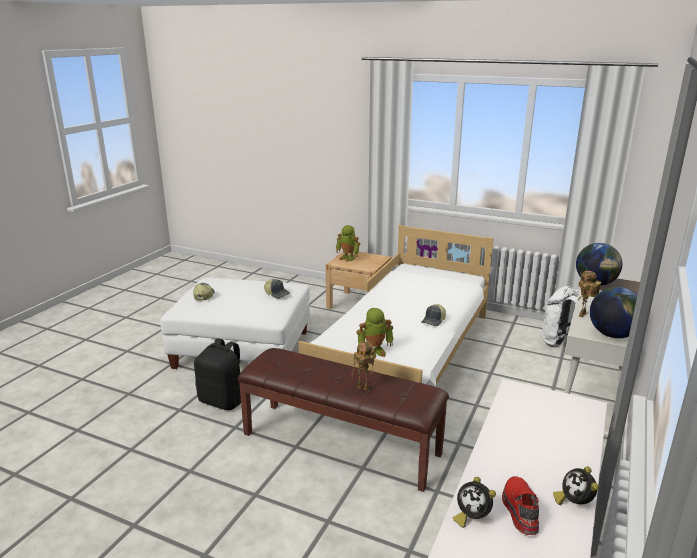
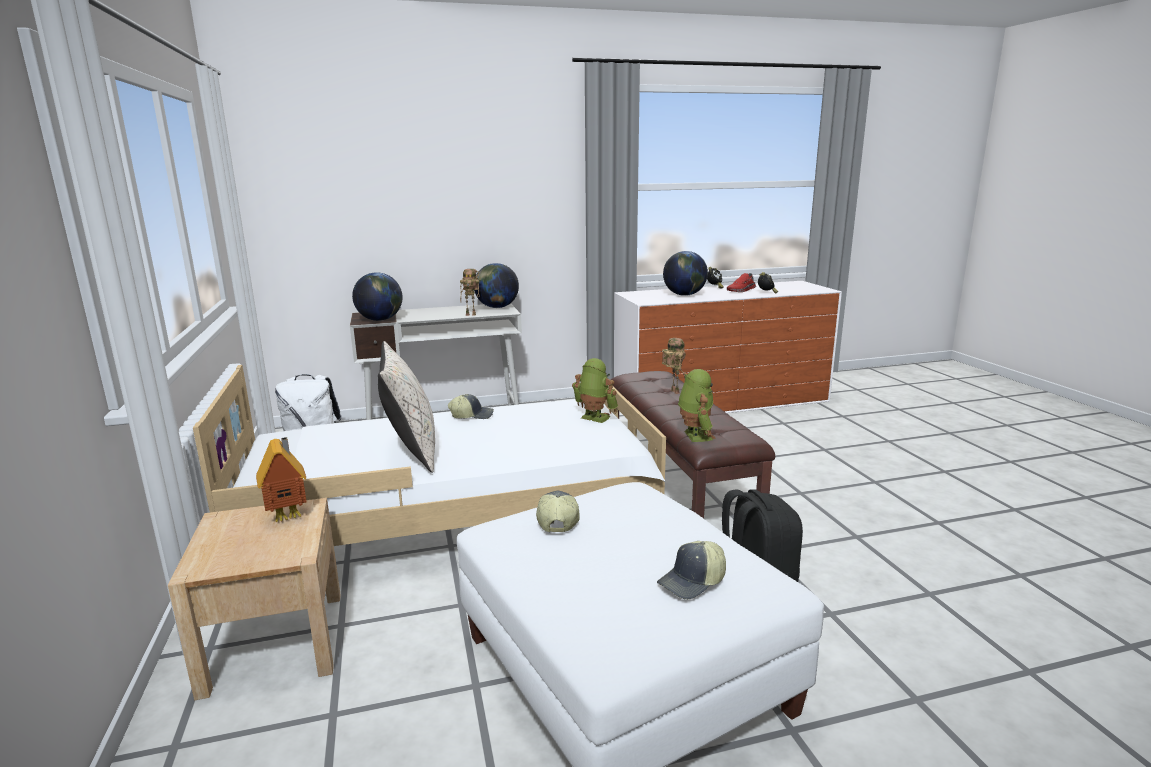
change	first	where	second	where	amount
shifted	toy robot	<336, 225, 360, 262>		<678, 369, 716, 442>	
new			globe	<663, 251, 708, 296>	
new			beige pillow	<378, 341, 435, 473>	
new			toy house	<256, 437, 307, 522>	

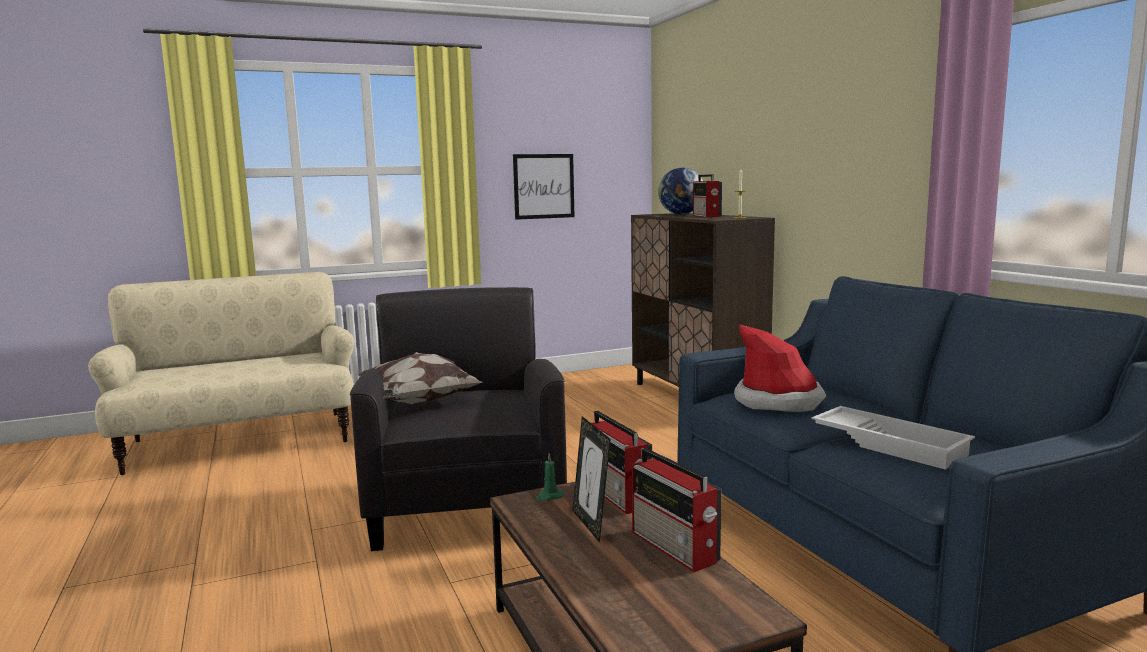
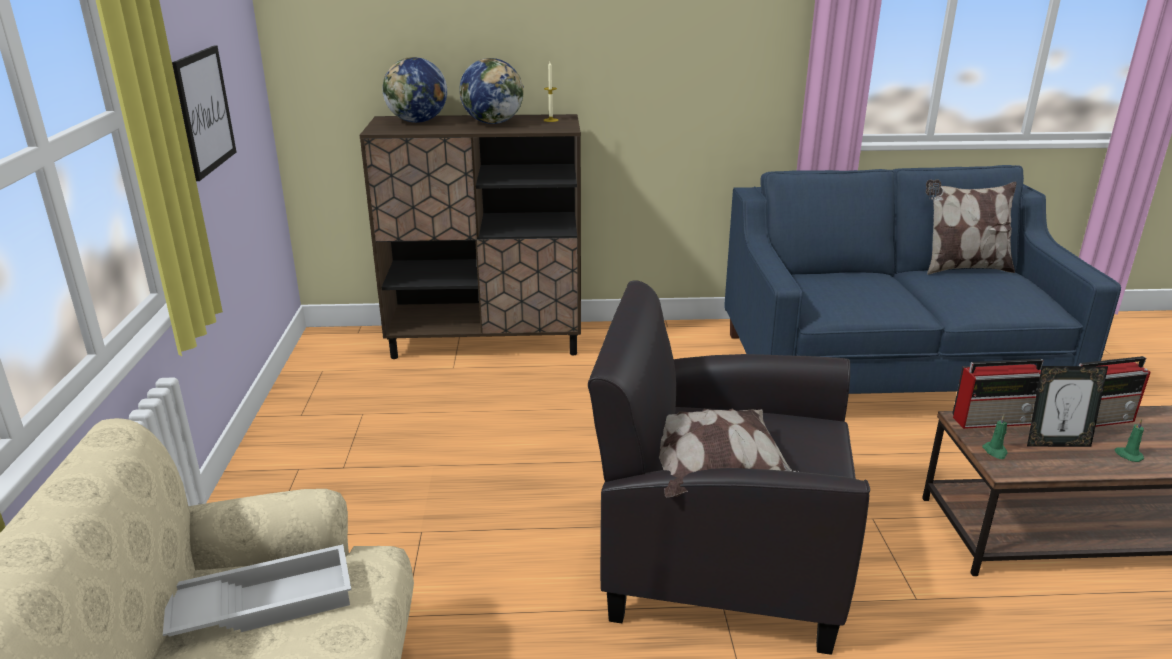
change	first	where	second	where	amount
swapped	radio	<693, 174, 722, 218>	globe	<459, 58, 524, 124>	
gone	hat	<734, 324, 826, 412>			
shifted	white tray	<812, 406, 975, 470>		<163, 544, 352, 637>	
new			pillow	<926, 179, 1017, 275>	
new			green candle	<1115, 419, 1144, 462>	

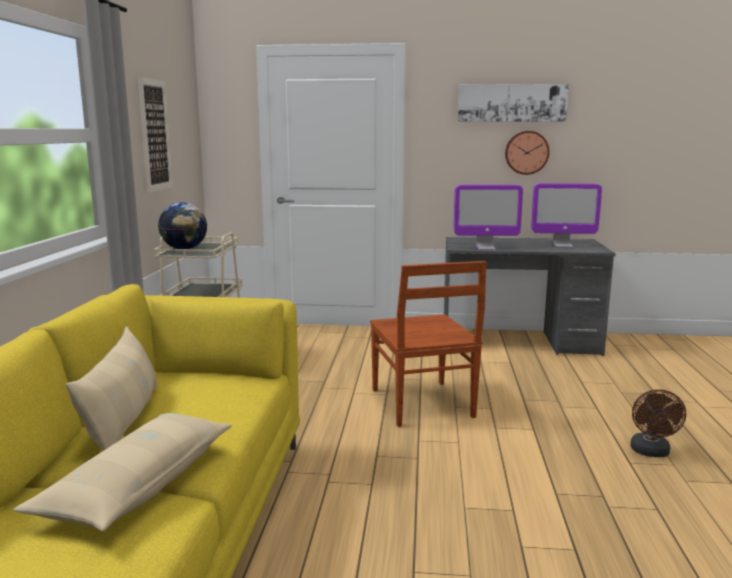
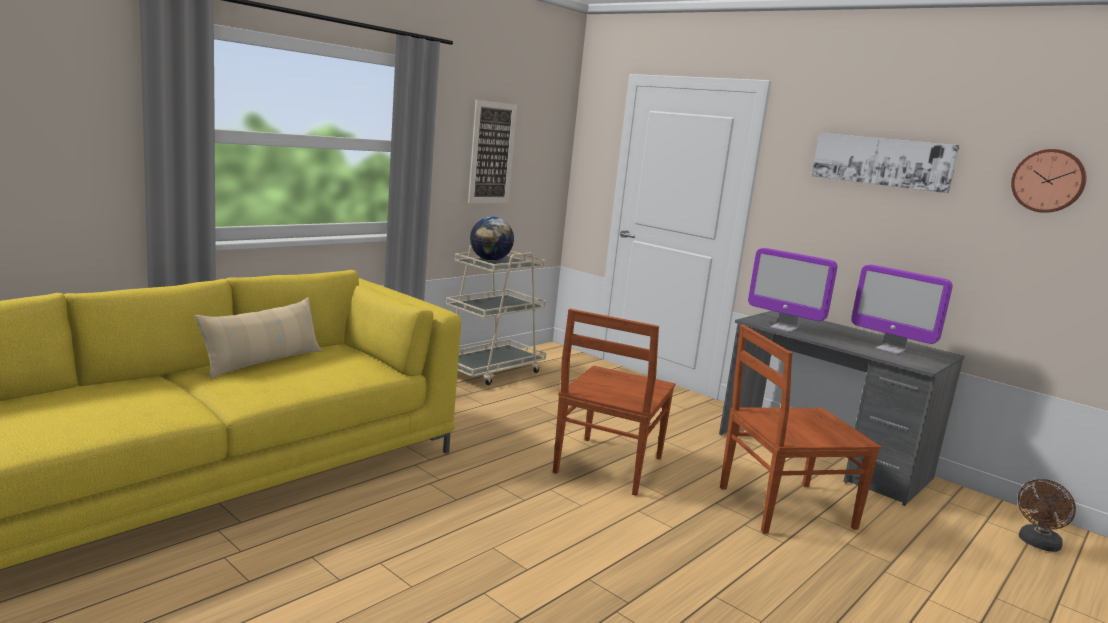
change	first	where	second	where	amount
shifted	wall clock	<505, 131, 550, 175>		<1011, 149, 1086, 213>	
shifted	brown fan	<630, 389, 686, 457>		<1018, 479, 1076, 552>	
gone	beige pillow	<13, 413, 232, 531>			
new			brown chair	<720, 325, 881, 534>	

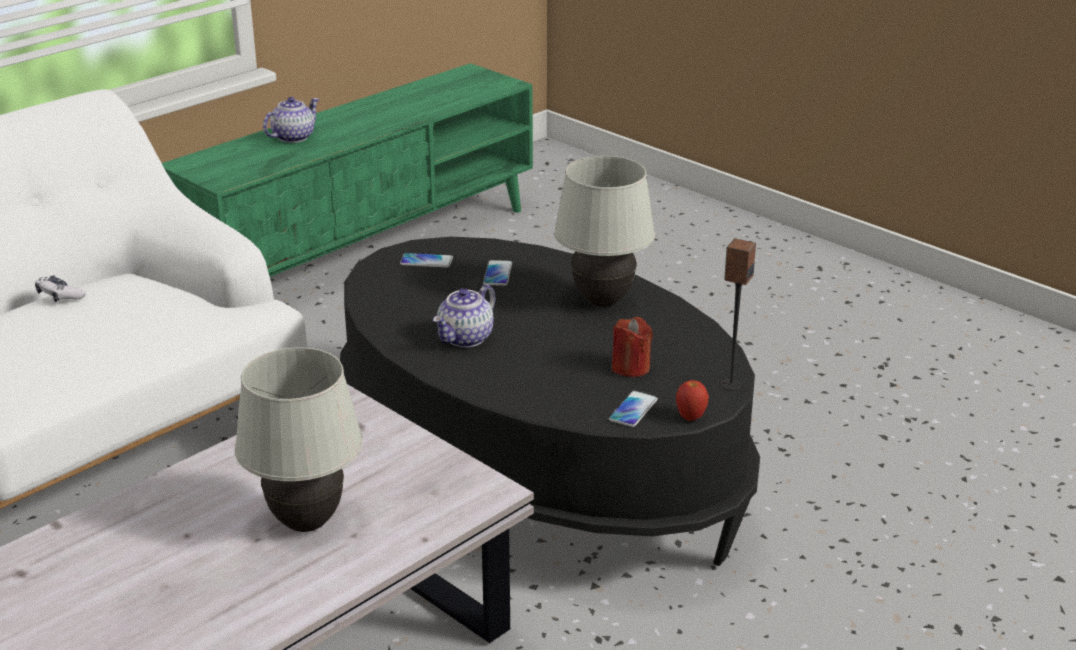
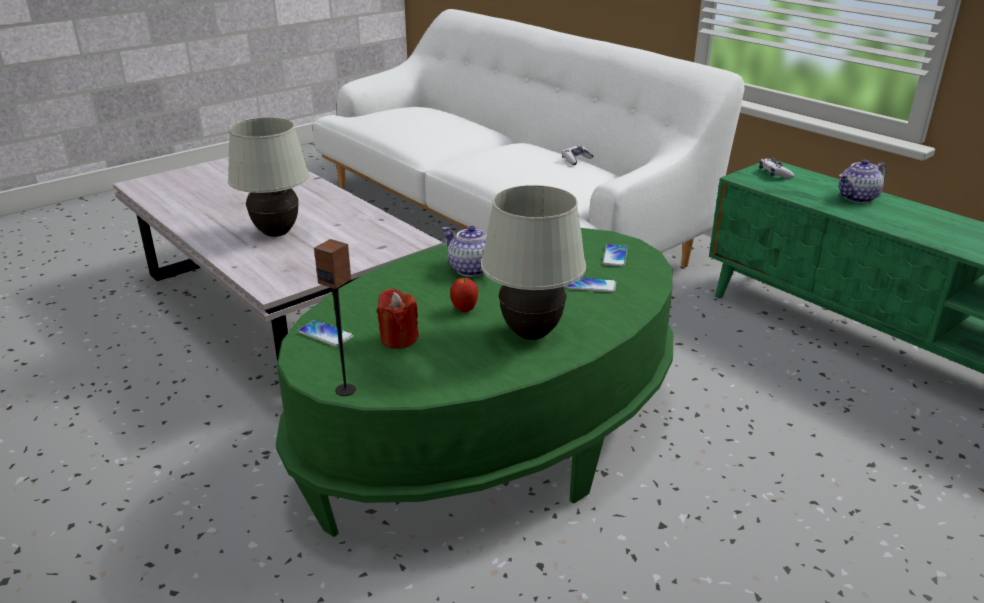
change	first	where	second	where	amount
rotated	teapot	<263, 97, 320, 143>		<839, 159, 887, 203>	105 degrees clockwise
repainted	black coffee table	<340, 237, 760, 566>	green coffee table	<276, 228, 673, 537>	
shifted	apple	<676, 380, 709, 421>		<450, 278, 478, 312>	
new			game controller	<759, 158, 794, 179>	

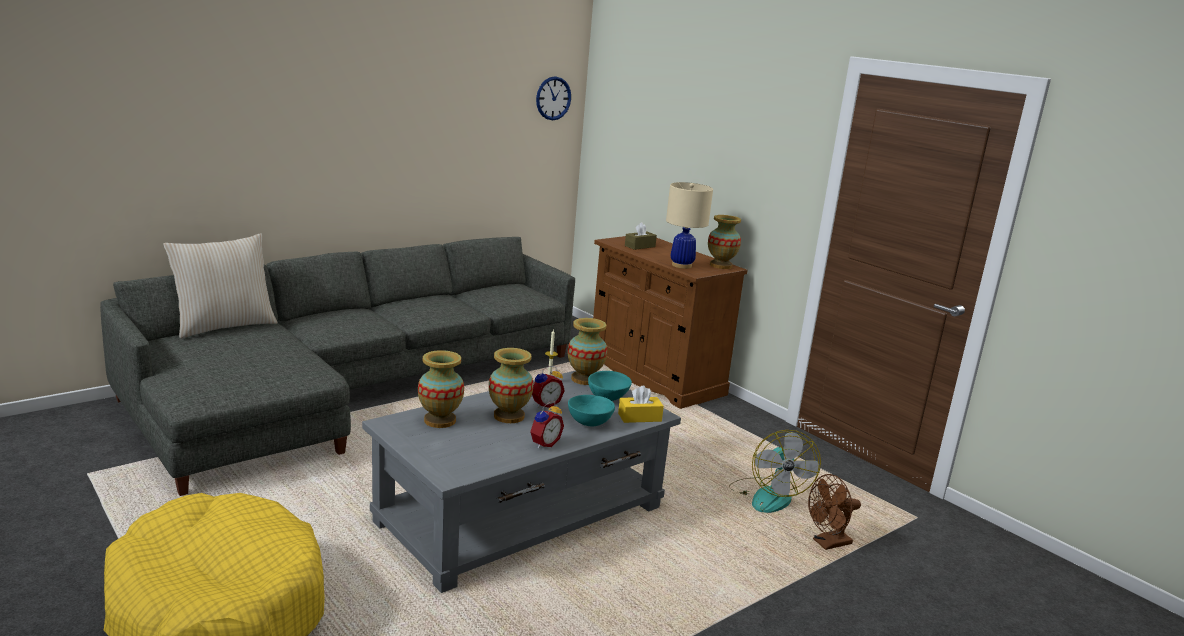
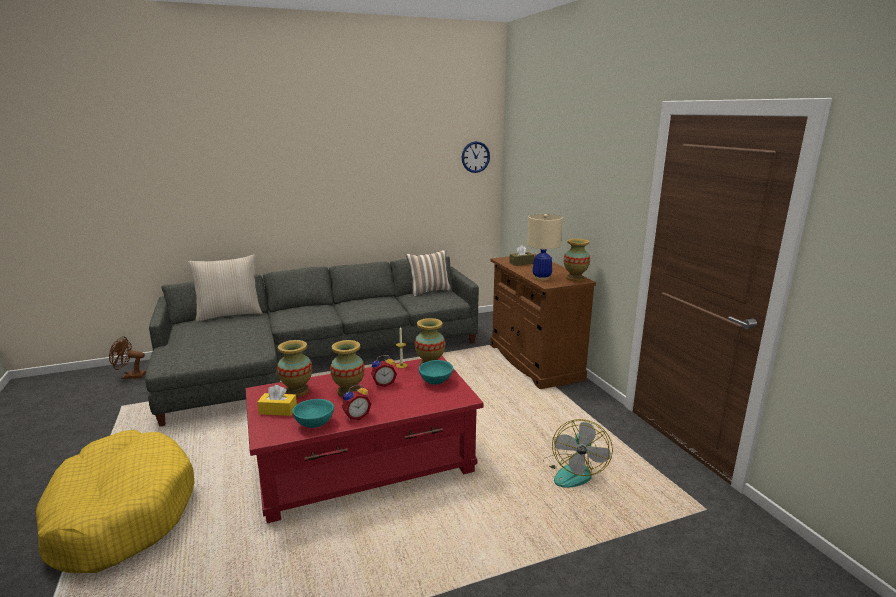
change	first	where	second	where	amount
repainted	grey coffee table	<362, 371, 681, 593>	red coffee table	<245, 356, 483, 523>	
shifted	yellow tissue box	<618, 386, 664, 423>		<257, 385, 297, 416>	
shifted	turquoise bowl	<568, 395, 615, 426>		<292, 399, 334, 428>	
shifted	brown fan	<808, 474, 861, 550>		<109, 336, 146, 379>	
new			pillow	<406, 249, 452, 296>	

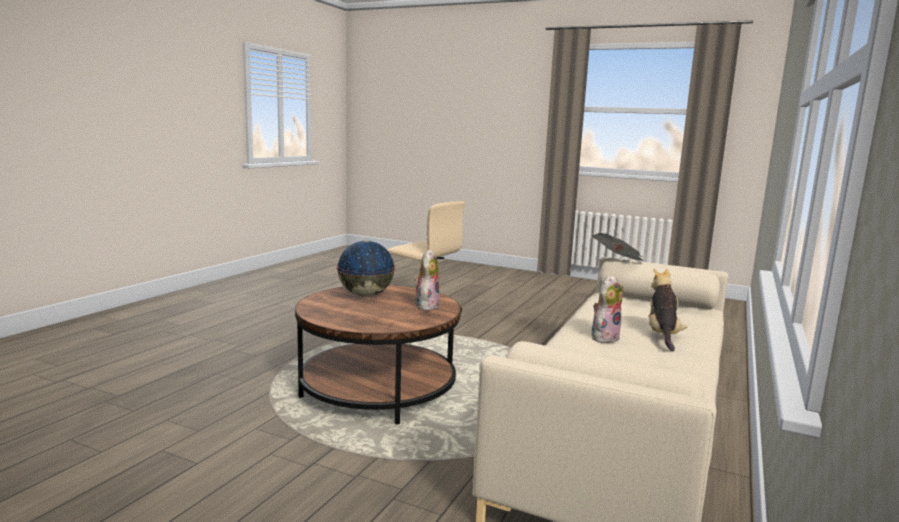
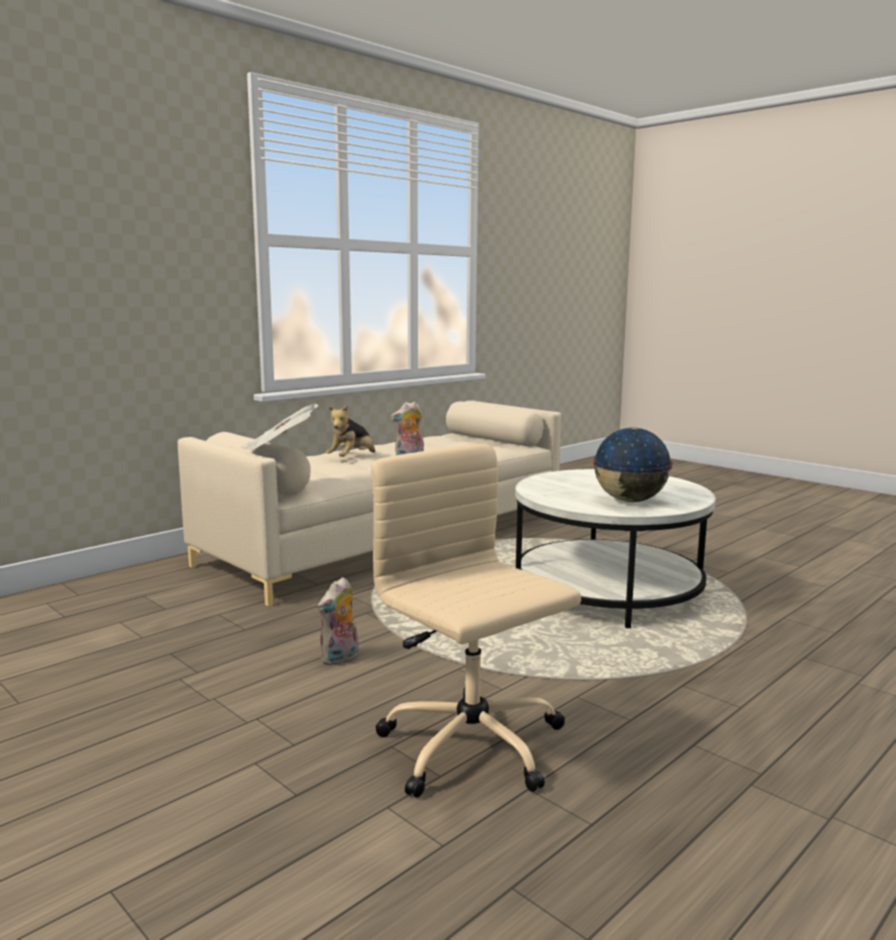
change	first	where	second	where	amount
shifted	plush toy	<414, 249, 440, 311>		<318, 577, 359, 666>	
repainted	brown coffee table	<295, 285, 461, 424>	white coffee table	<515, 469, 716, 628>	

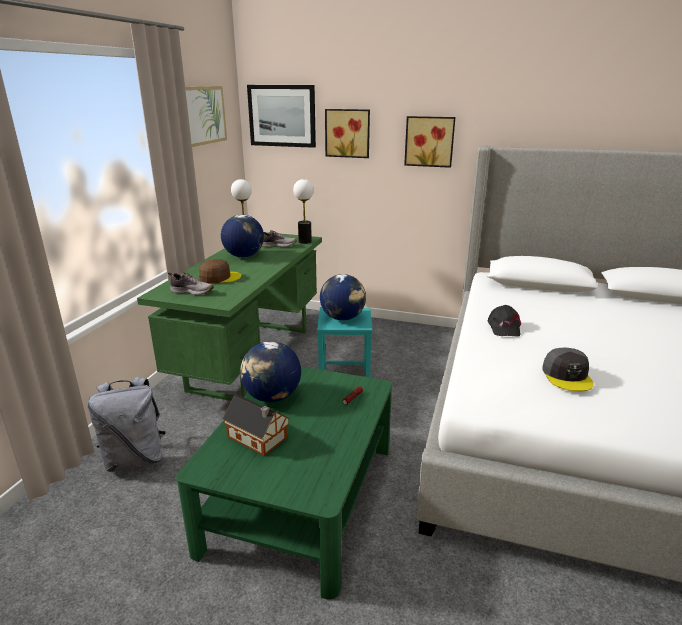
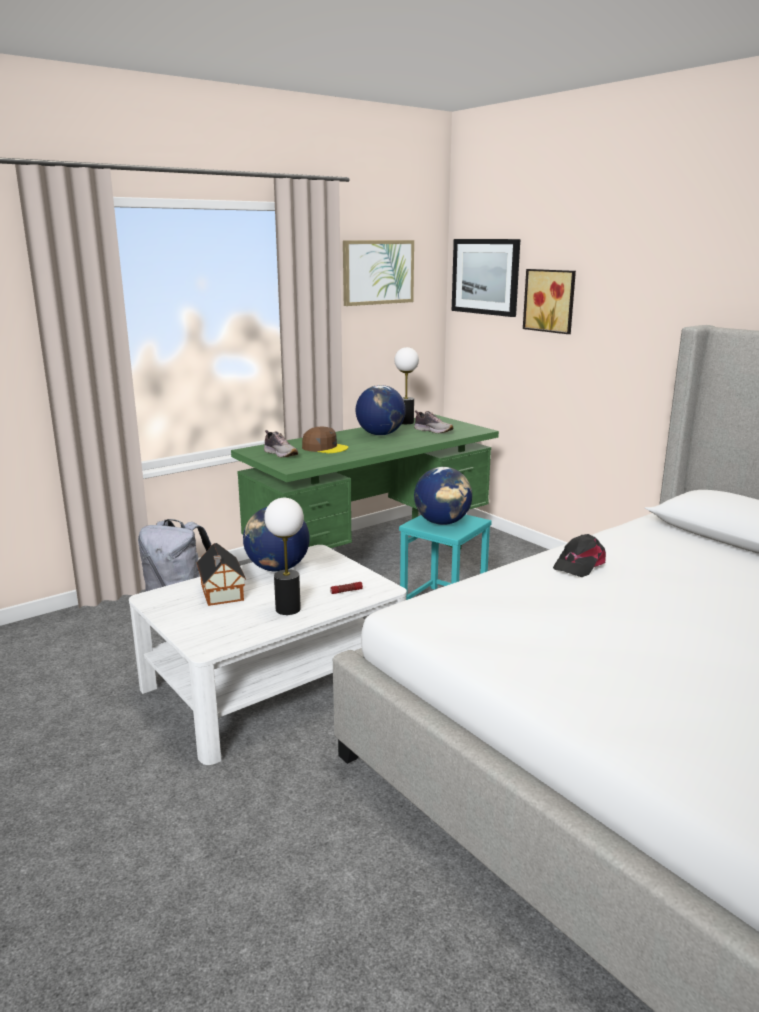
change	first	where	second	where	amount
gone	picture	<404, 116, 455, 168>			
shifted	table lamp	<293, 179, 314, 244>		<264, 498, 304, 615>	
gone	grey cap	<542, 347, 594, 392>			
repainted	green coffee table	<176, 366, 392, 600>	white coffee table	<129, 545, 407, 765>	

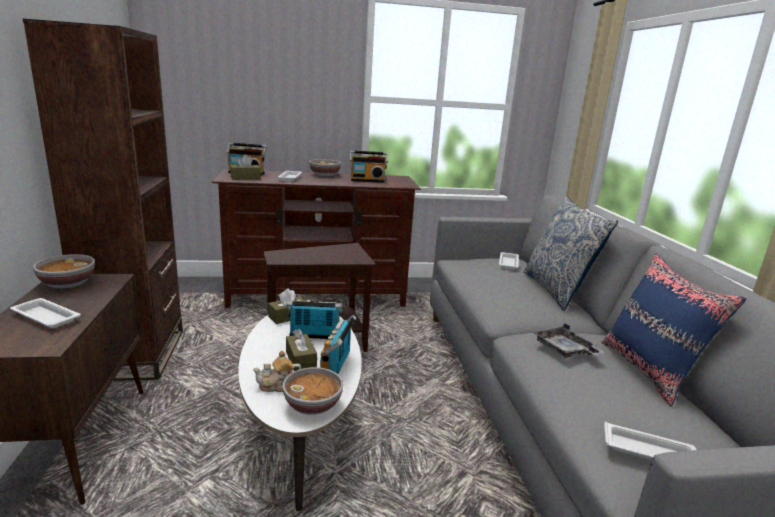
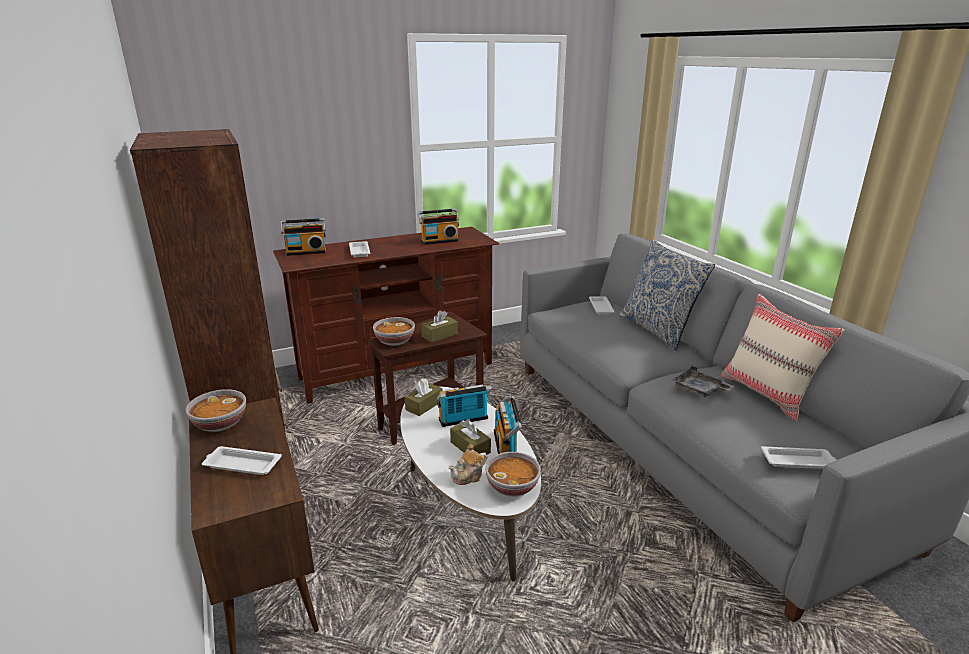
change	first	where	second	where	amount
shifted	brown tissue box	<230, 155, 261, 180>		<421, 310, 458, 343>	
shifted	bowl	<309, 159, 341, 177>		<373, 317, 415, 346>	
repainted	blue pillow	<601, 253, 746, 406>	beige pillow	<721, 294, 844, 421>	

